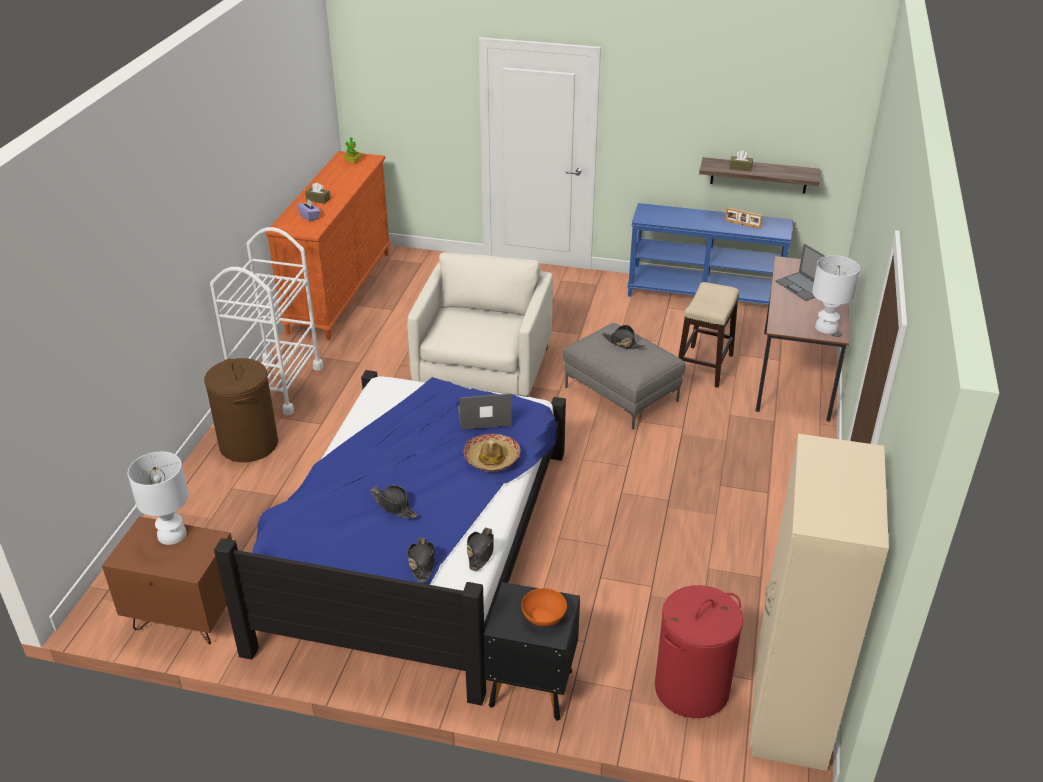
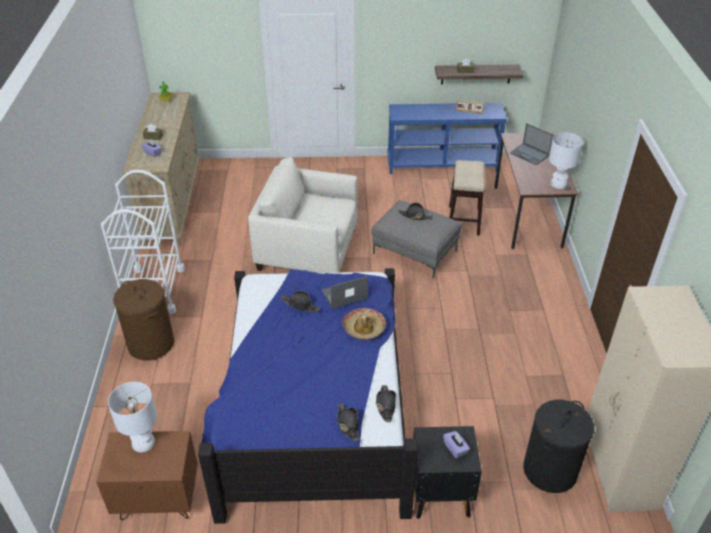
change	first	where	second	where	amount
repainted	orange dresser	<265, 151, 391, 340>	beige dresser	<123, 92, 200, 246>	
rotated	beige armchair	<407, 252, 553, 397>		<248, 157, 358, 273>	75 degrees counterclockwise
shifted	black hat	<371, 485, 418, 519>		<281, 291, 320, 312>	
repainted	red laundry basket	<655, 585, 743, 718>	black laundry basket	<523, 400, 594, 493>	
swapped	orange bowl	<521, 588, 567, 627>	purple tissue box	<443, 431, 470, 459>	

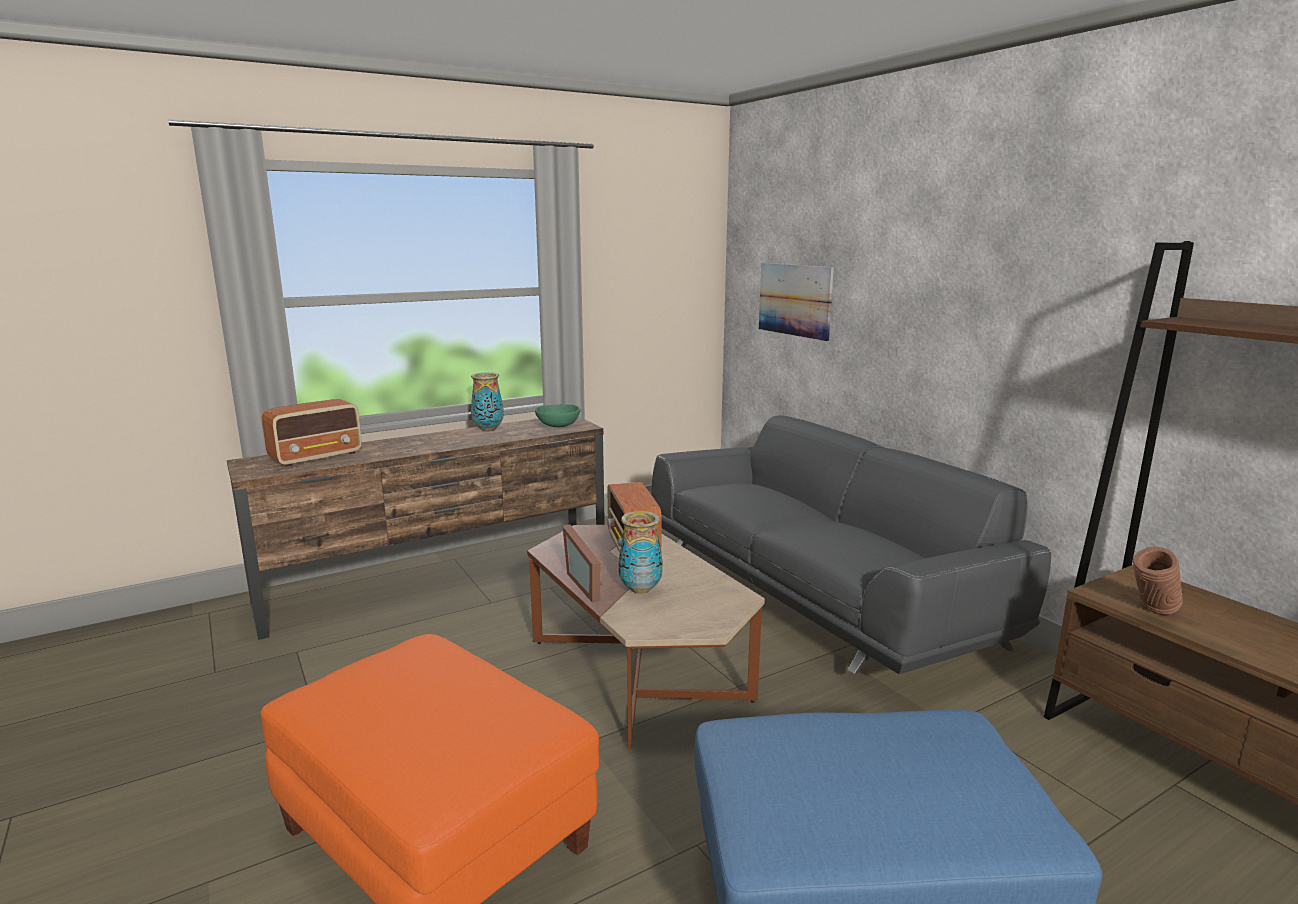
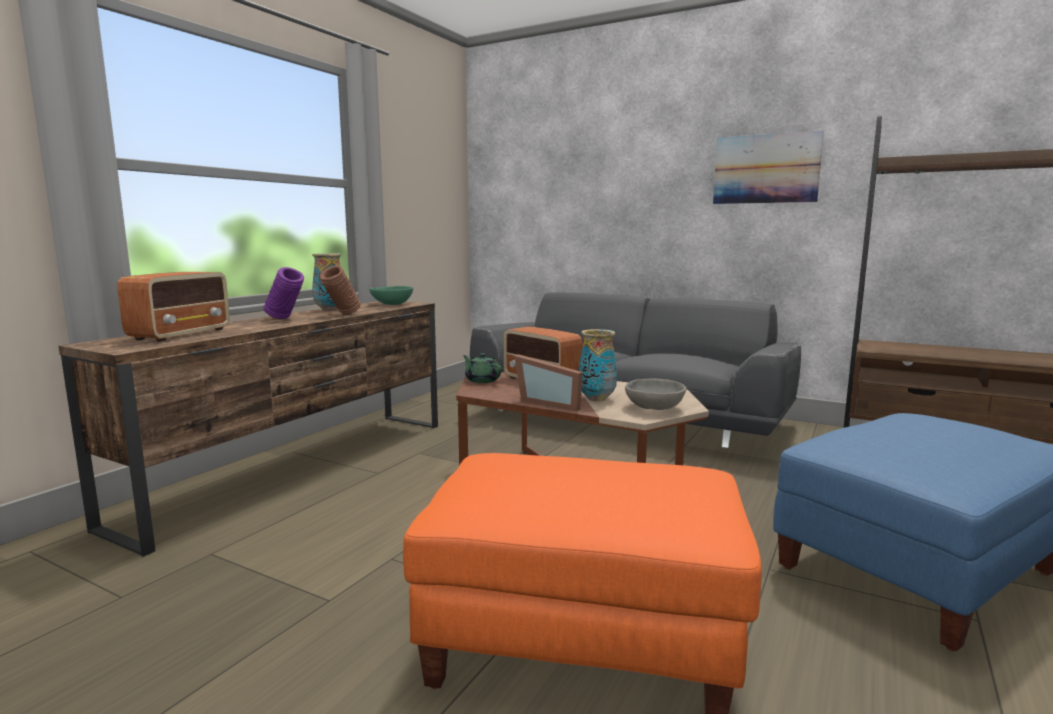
change	first	where	second	where	amount
shifted	picture	<759, 263, 834, 341>		<713, 130, 824, 204>	
shifted	brown vase	<1133, 546, 1183, 615>		<319, 265, 361, 314>	
new			purple vase	<263, 267, 304, 319>	
new			green teapot	<463, 353, 502, 383>	
new			grey bowl	<625, 379, 686, 410>	

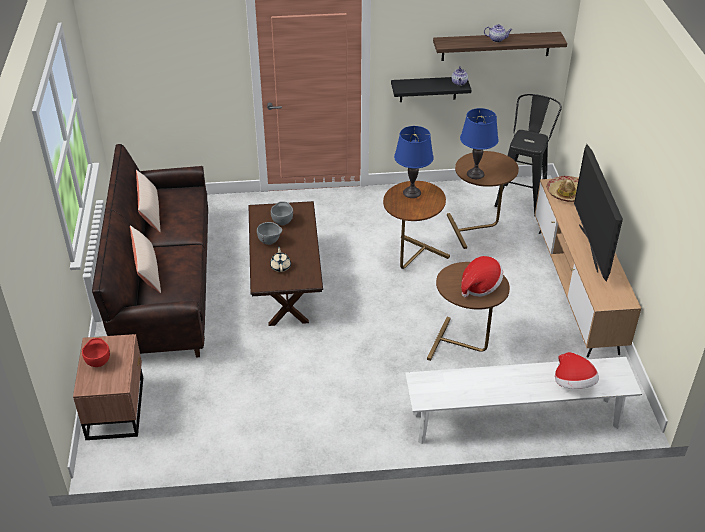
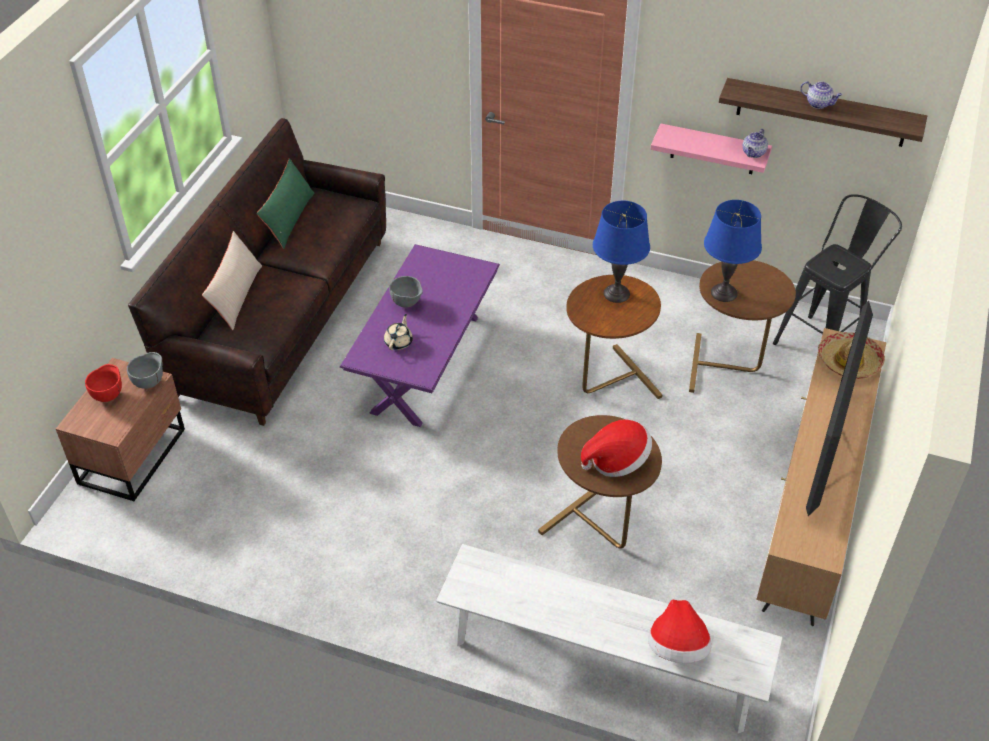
change	first	where	second	where	amount
repainted	black shelf	<391, 77, 471, 102>	pink shelf	<650, 124, 772, 174>	
repainted	beige pillow	<136, 170, 161, 232>	green pillow	<257, 158, 314, 249>	
repainted	brown coffee table	<248, 201, 323, 326>	purple coffee table	<340, 244, 500, 427>	
shifted	grey bowl	<271, 201, 293, 226>		<127, 352, 163, 389>	

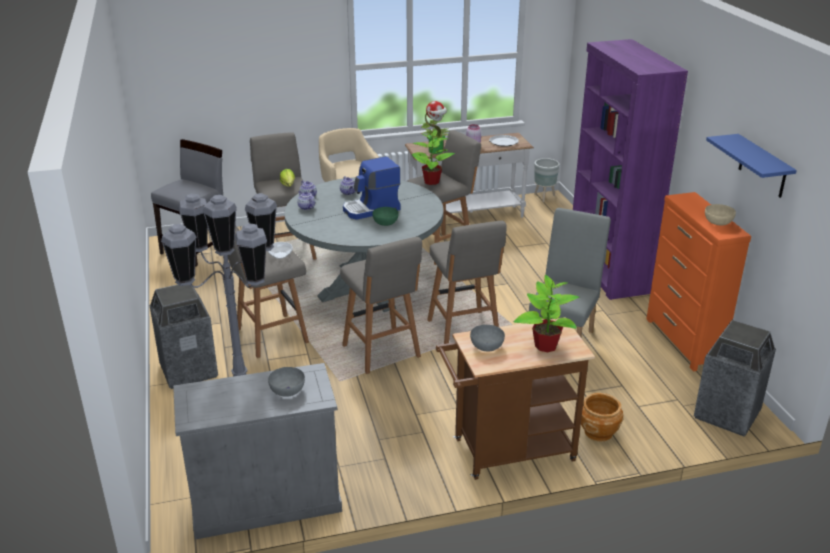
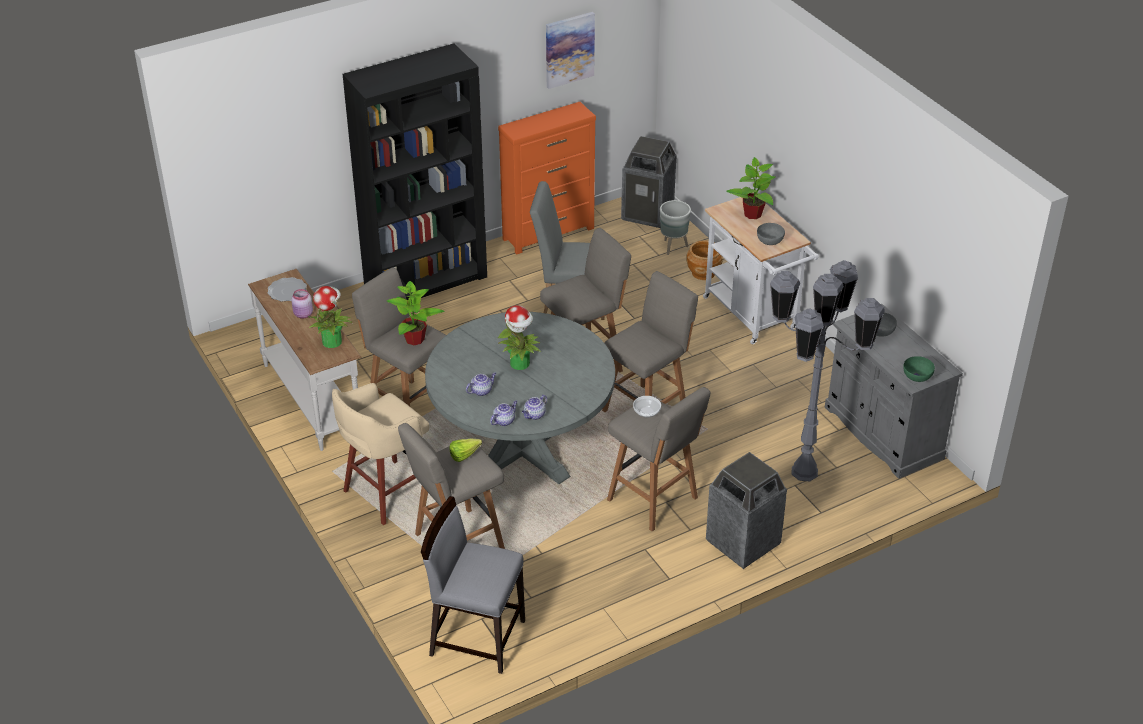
change	first	where	second	where	amount
repainted	purple bookcase	<573, 39, 688, 300>	black bookcase	<342, 43, 487, 300>	
swapped	blue shelf	<706, 134, 797, 198>	picture	<546, 12, 595, 89>	
swapped	coffee machine	<343, 156, 401, 220>	potted plant	<498, 305, 541, 370>	
shifted	grey planter	<534, 158, 560, 202>		<660, 200, 691, 255>	
gone	beige bowl	<705, 204, 736, 225>			
shifted	green bowl	<372, 207, 399, 226>		<903, 356, 935, 382>	
repainted	brown cart	<436, 317, 595, 480>	white cart	<703, 197, 819, 344>	

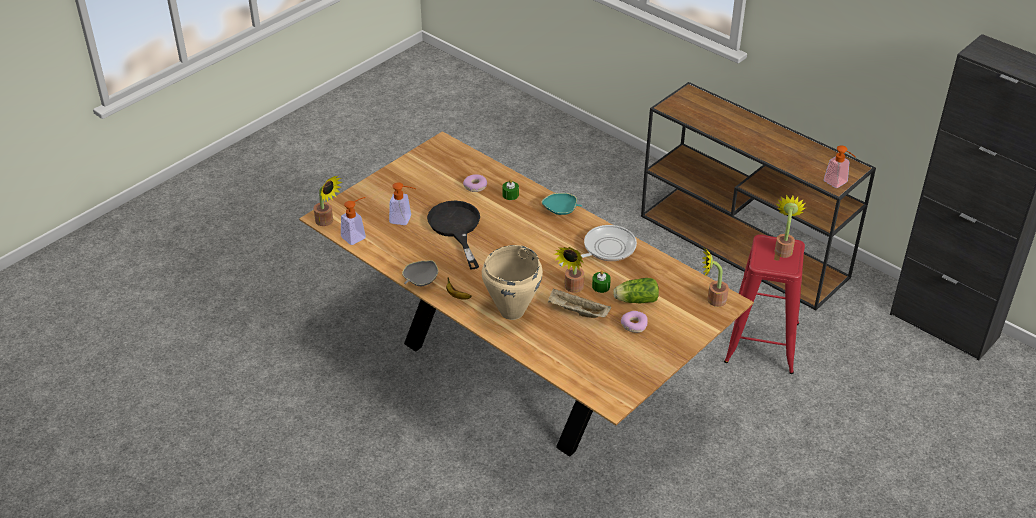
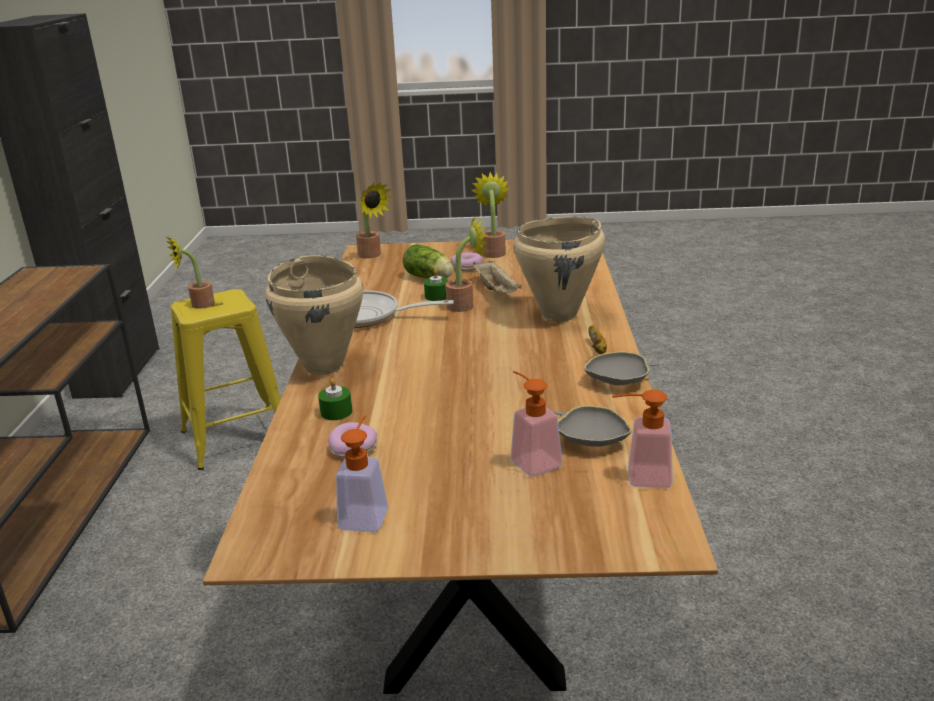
change	first	where	second	where	amount
shifted	soap dispenser	<824, 145, 856, 188>		<336, 415, 389, 532>	
shifted	potted plant	<314, 176, 342, 226>		<471, 172, 509, 258>	
swapped	turquoise bowl	<541, 193, 582, 215>	beige cooking pot	<265, 255, 363, 375>	
gone	black frying pan	<427, 201, 480, 270>			
repainted	red stool	<724, 234, 805, 374>	yellow stool	<171, 289, 281, 470>	
new			grey bowl	<554, 405, 632, 447>	

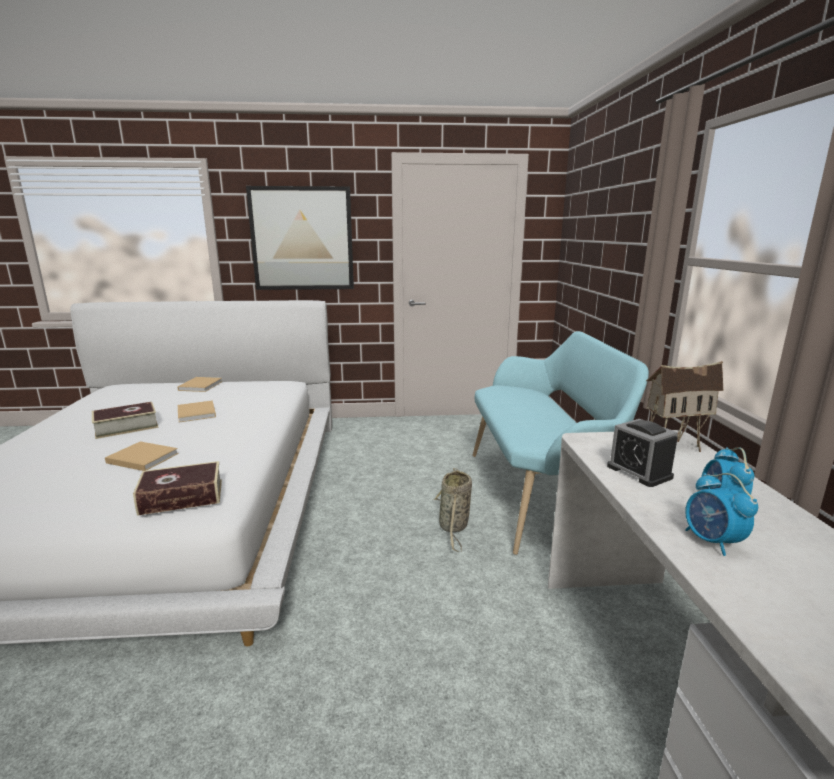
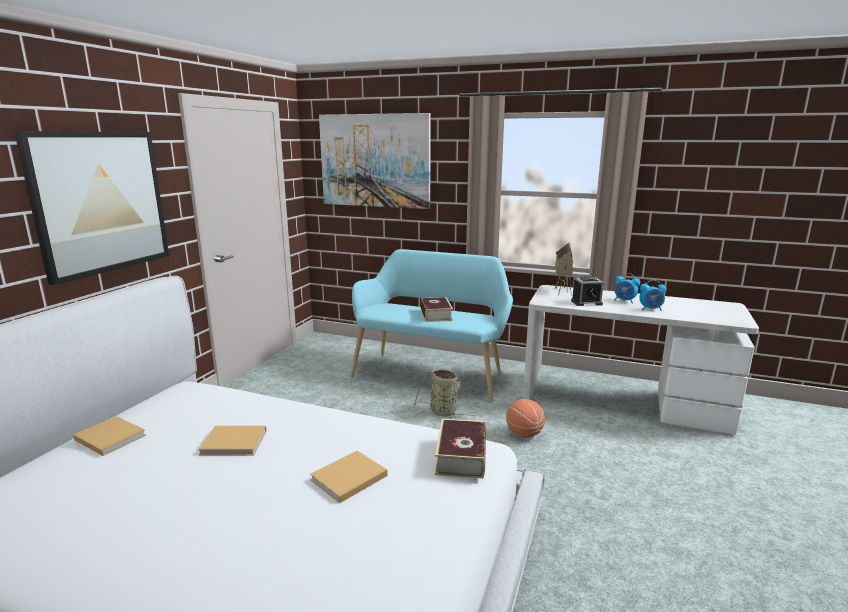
change	first	where	second	where	amount
shifted	book	<92, 402, 159, 439>		<421, 297, 453, 322>	
new			picture	<319, 113, 431, 209>	
new			basketball	<506, 399, 545, 438>	

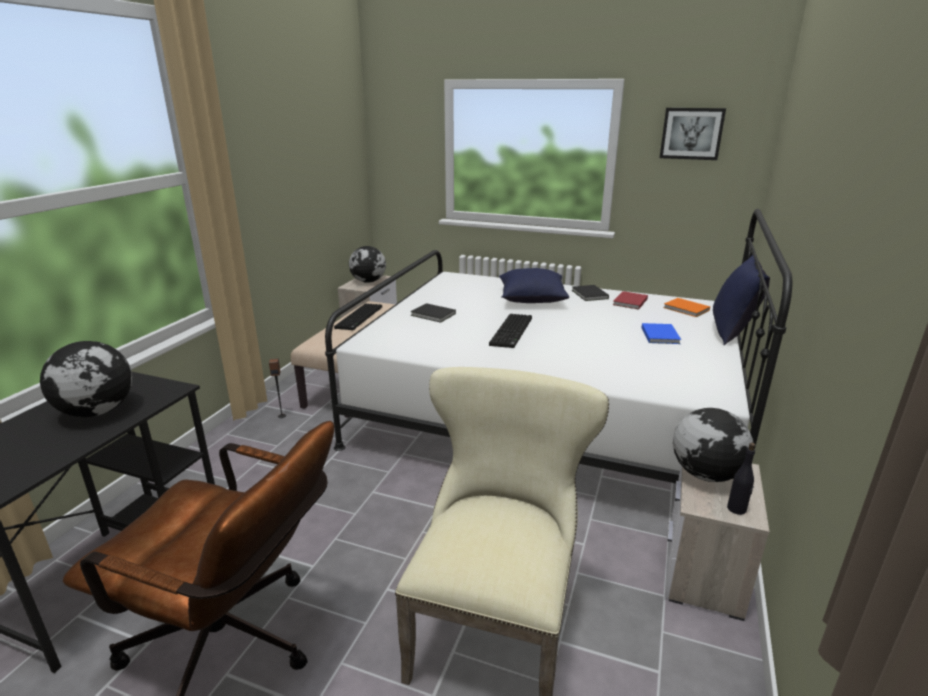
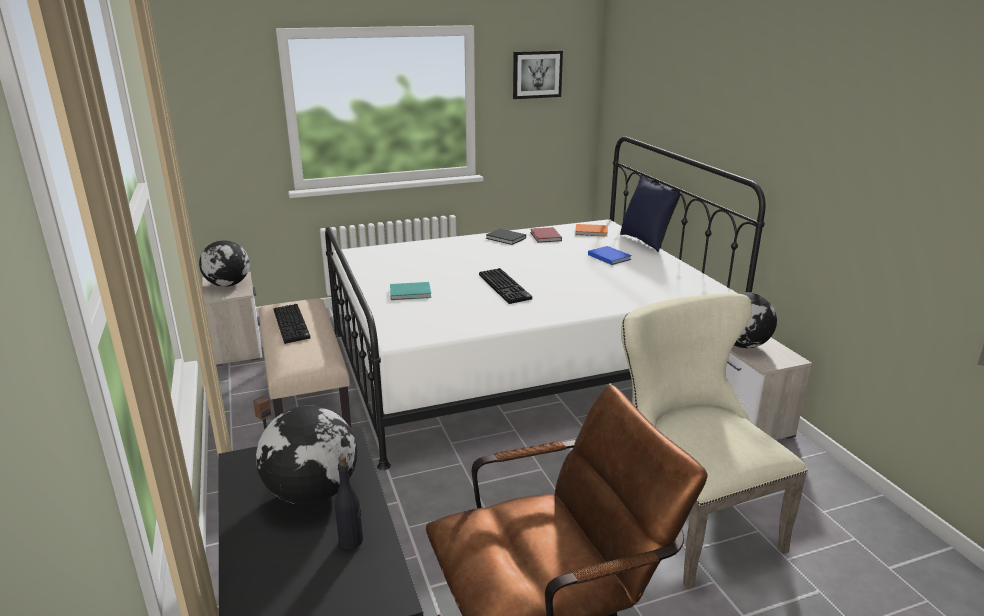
change	first	where	second	where	amount
gone	blue pillow	<499, 268, 569, 303>			
repainted	black book	<410, 303, 456, 323>	turquoise book	<390, 282, 431, 300>	
shifted	black bottle	<727, 442, 755, 515>		<335, 455, 363, 550>	

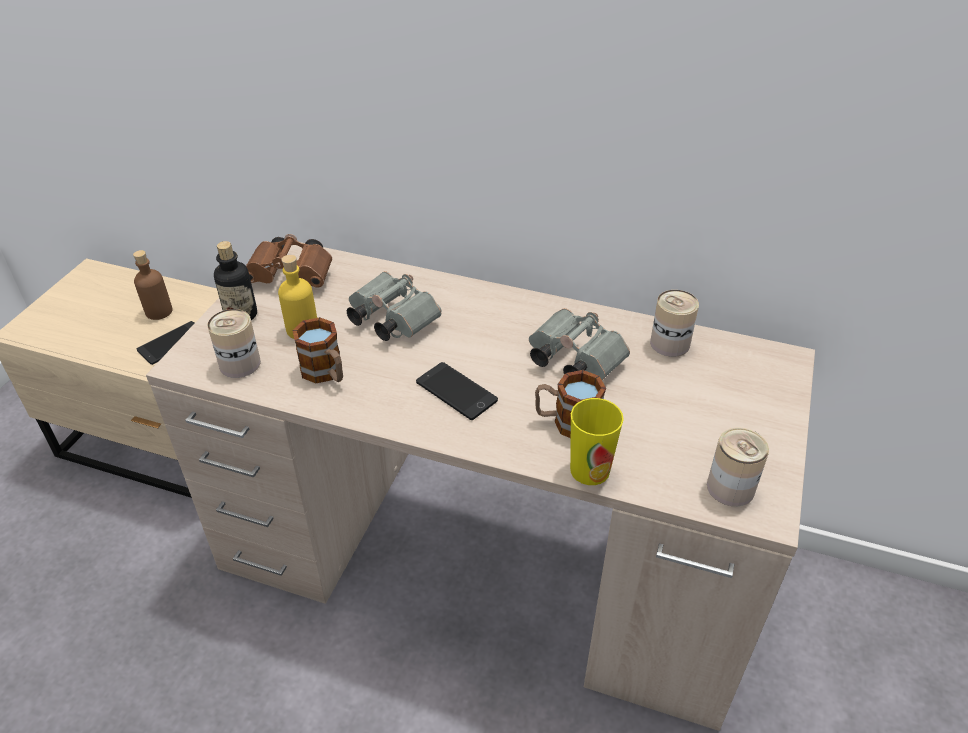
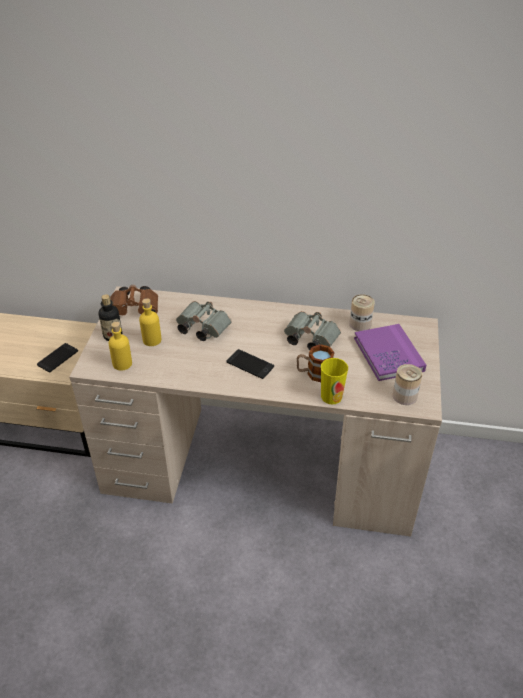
change	first	where	second	where	amount
gone	brown bottle	<133, 250, 172, 320>			
swapped	can	<207, 309, 261, 378>	yellow bottle	<109, 322, 132, 371>	
gone	mug	<292, 317, 343, 383>			
new			purple book	<354, 324, 426, 381>	

